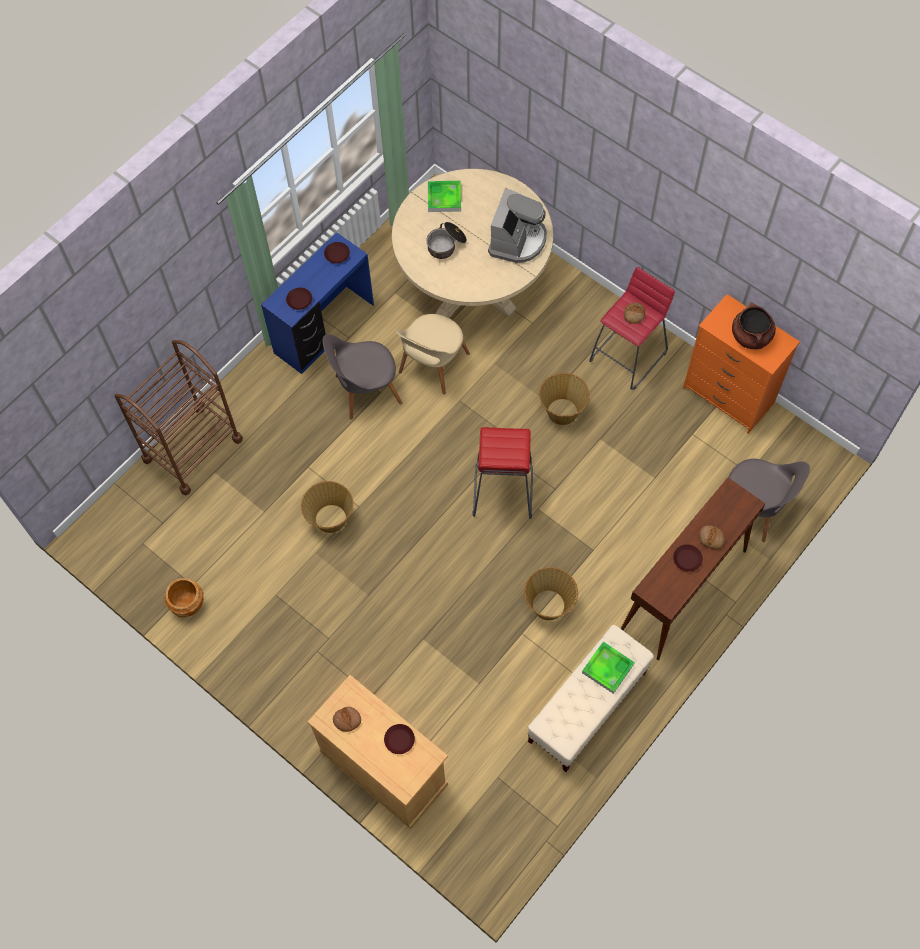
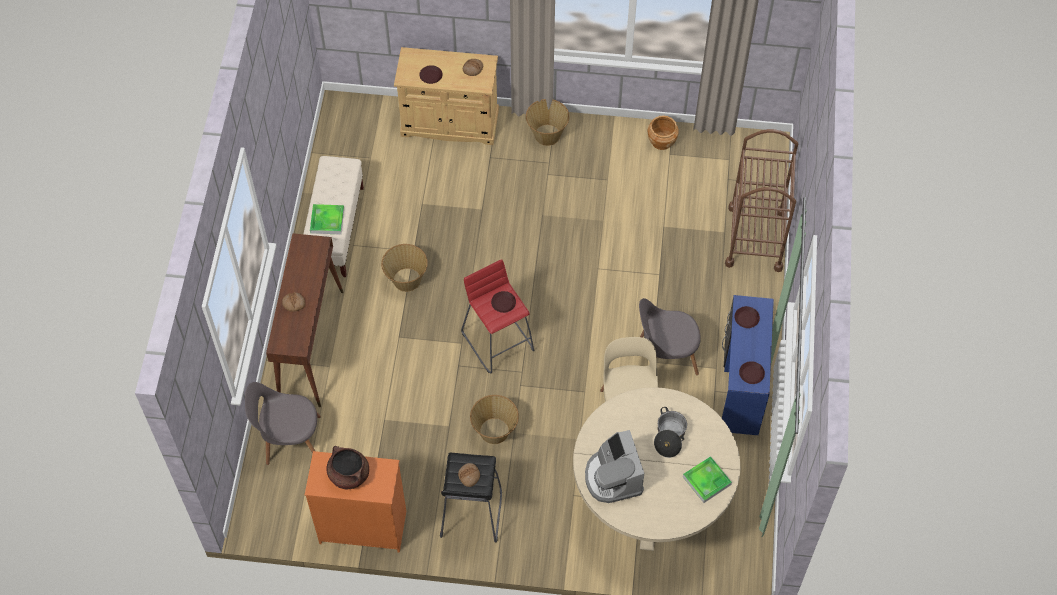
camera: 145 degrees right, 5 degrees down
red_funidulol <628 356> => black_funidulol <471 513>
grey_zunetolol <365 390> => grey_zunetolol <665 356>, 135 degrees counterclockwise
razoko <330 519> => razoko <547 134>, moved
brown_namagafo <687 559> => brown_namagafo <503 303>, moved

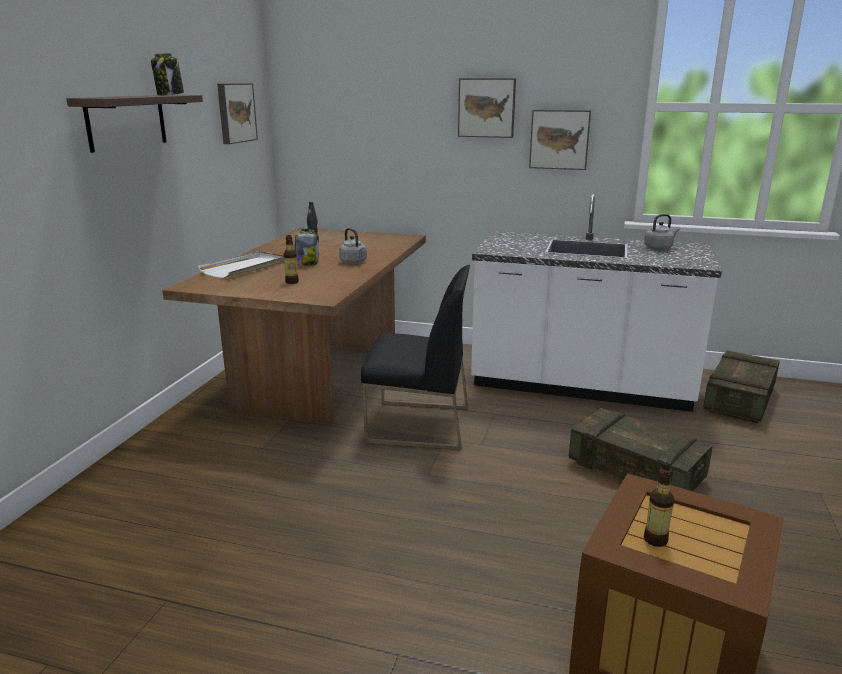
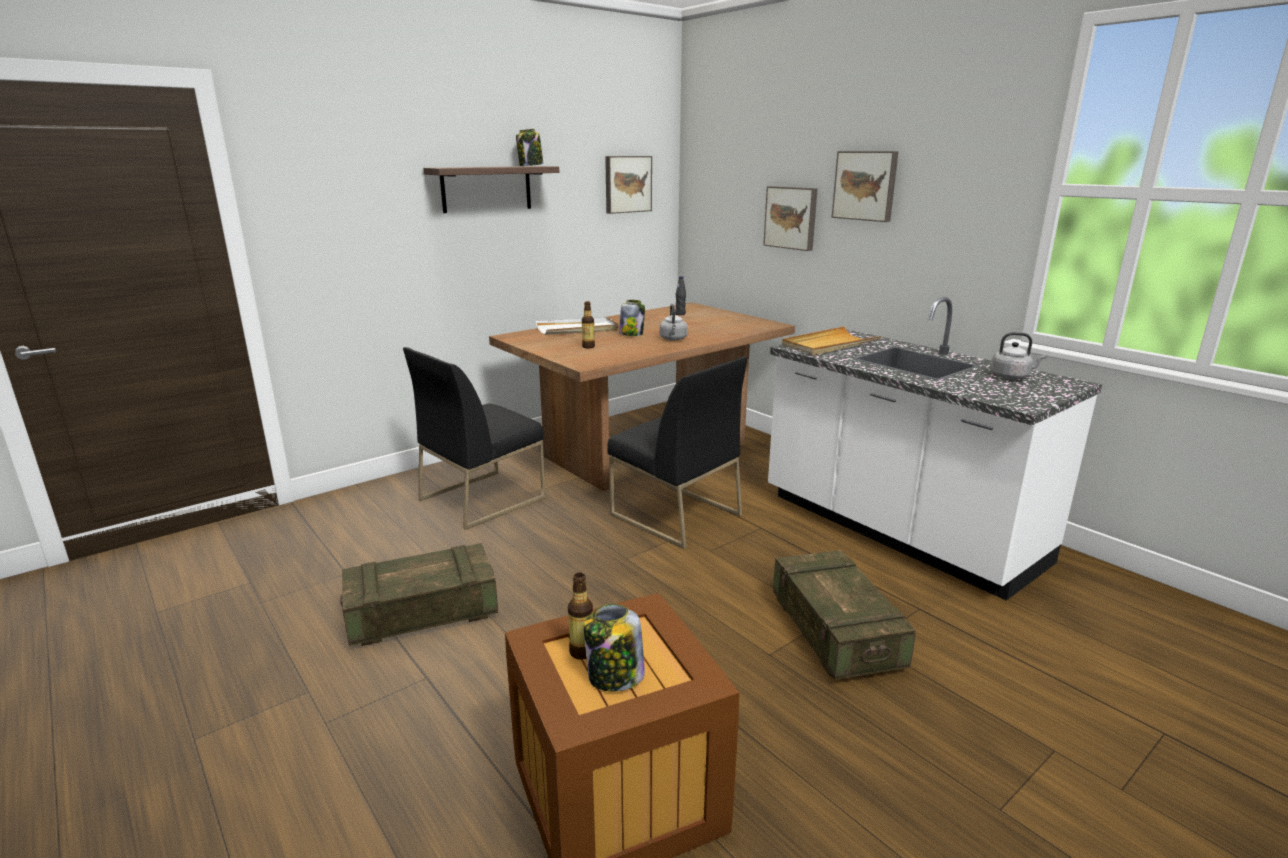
camera: 35 degrees right, 0 degrees up
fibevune <559 139> => fibevune <791 217>, moved
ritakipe <739 400> => ritakipe <422 613>, moved
nothing => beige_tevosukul <829 345>
nothing => black_zunetolol <482 498>
nothing => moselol <614 677>

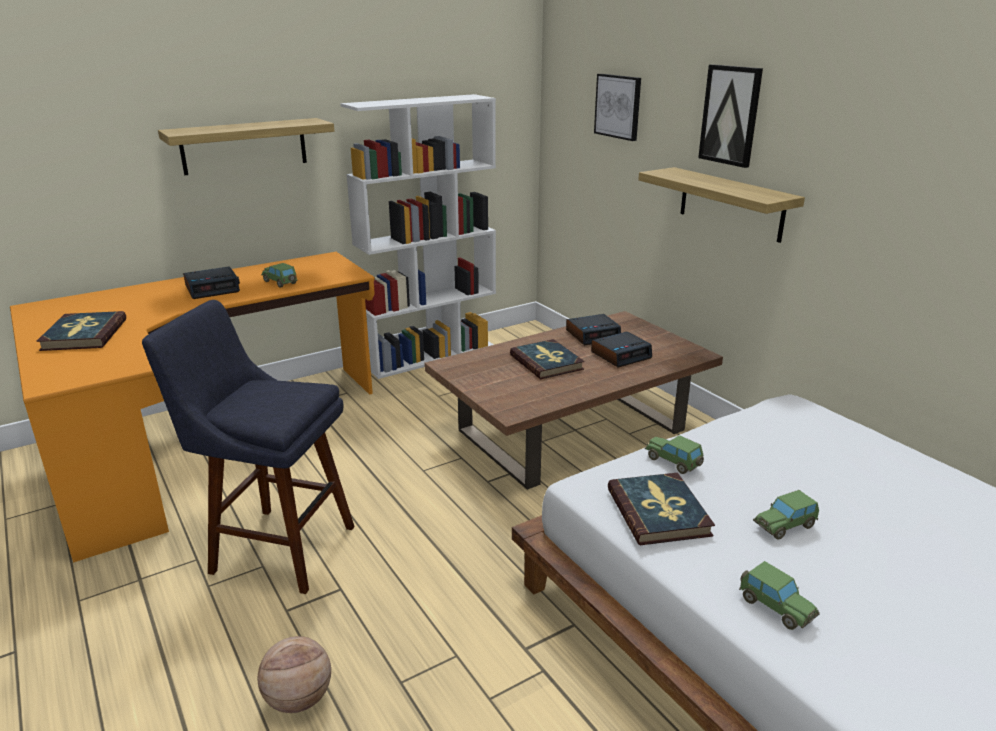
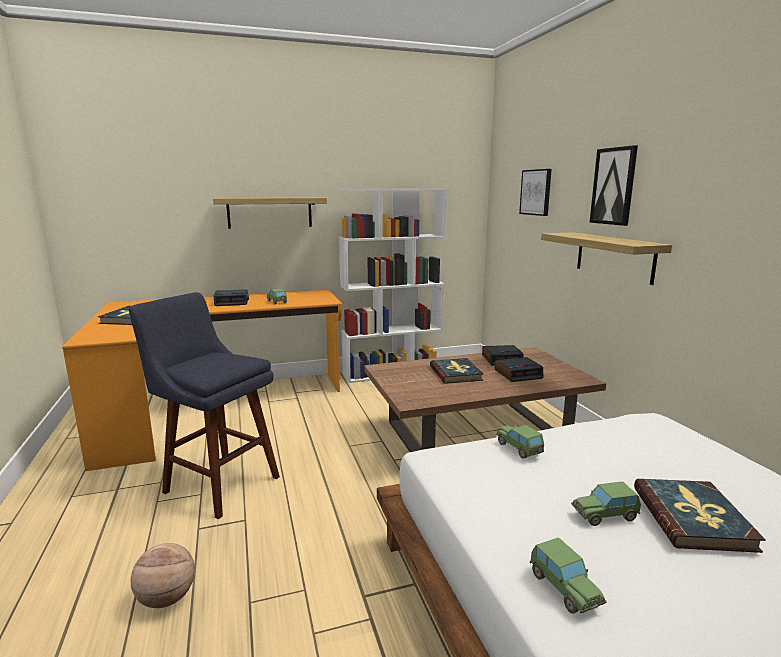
camera: 15 degrees right, 10 degrees down
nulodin <659 512> => nulodin <693 518>, moved

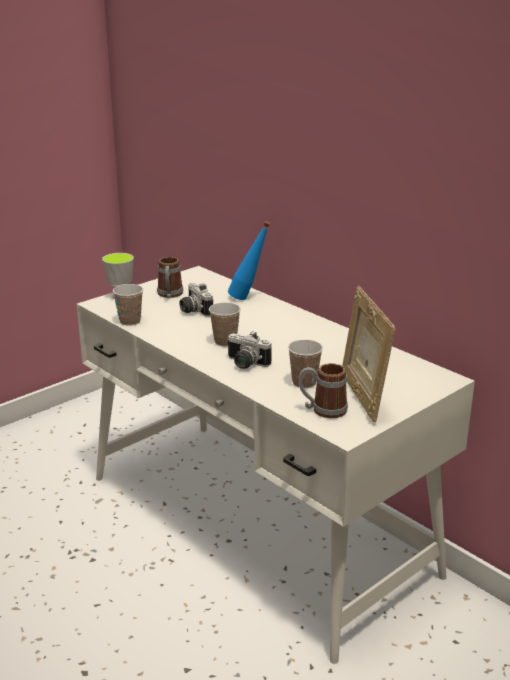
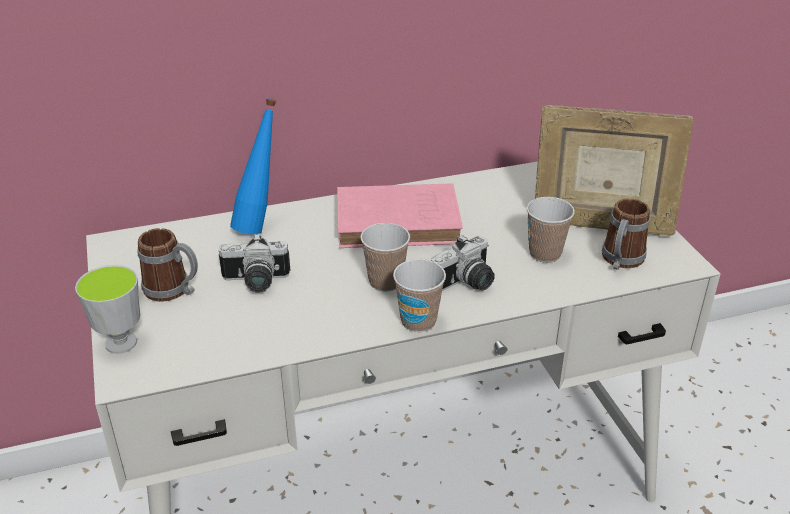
camera: 65 degrees left, 10 degrees up
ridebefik <130 321> => ridebefik <418 321>, moved
nothing => pink_nulodin <401 222>

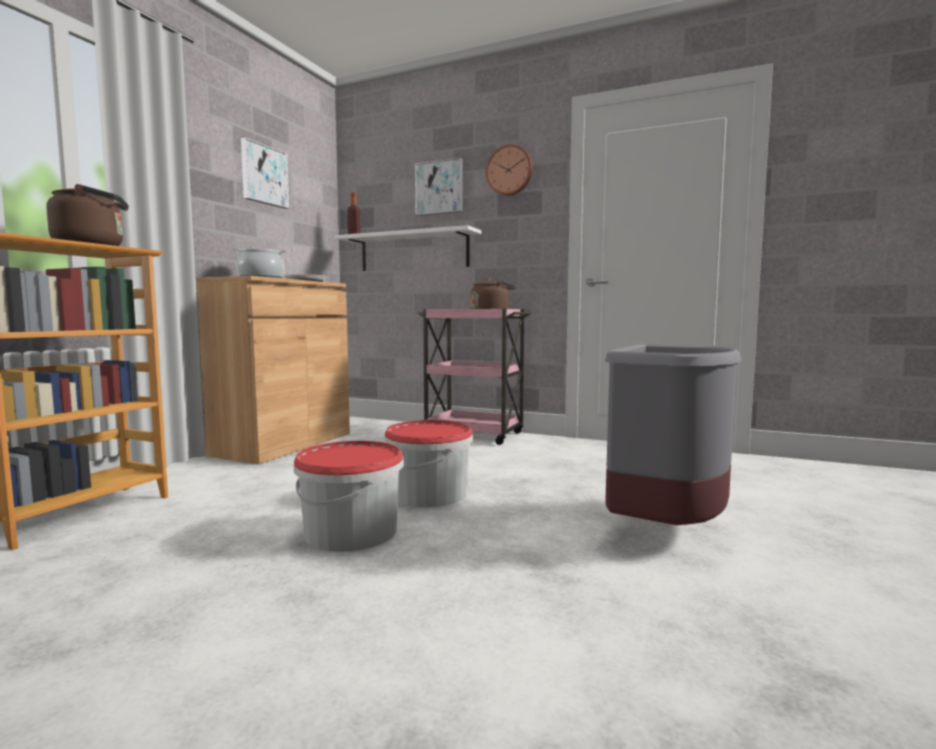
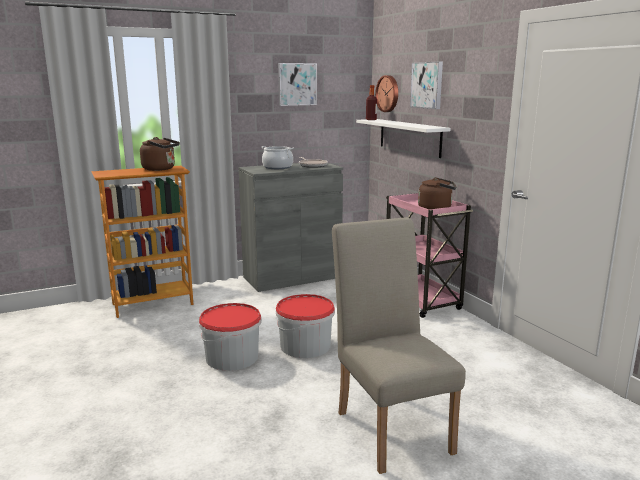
camera: 40 degrees right, 10 degrees up
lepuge <509 171> => lepuge <388 93>, moved
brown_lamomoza <284 444> => grey_lamomoza <292 277>
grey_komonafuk <665 527> => beige_zunetolol <390 426>

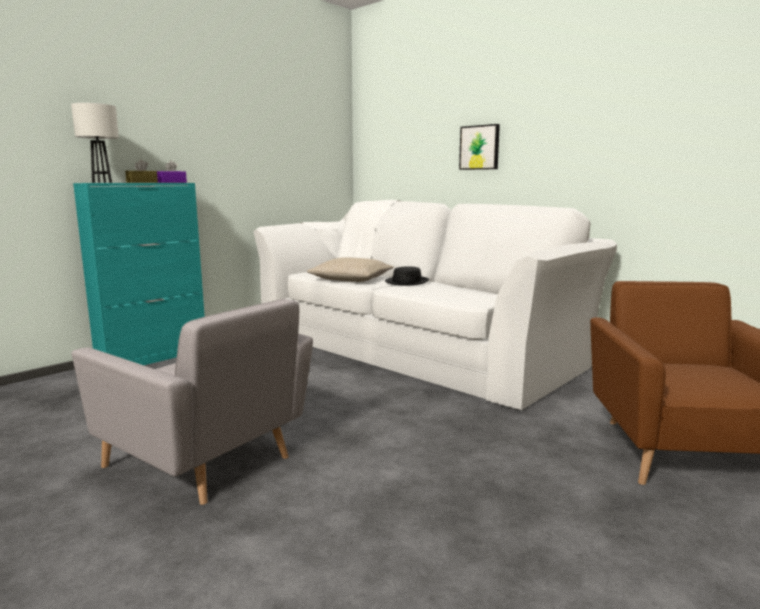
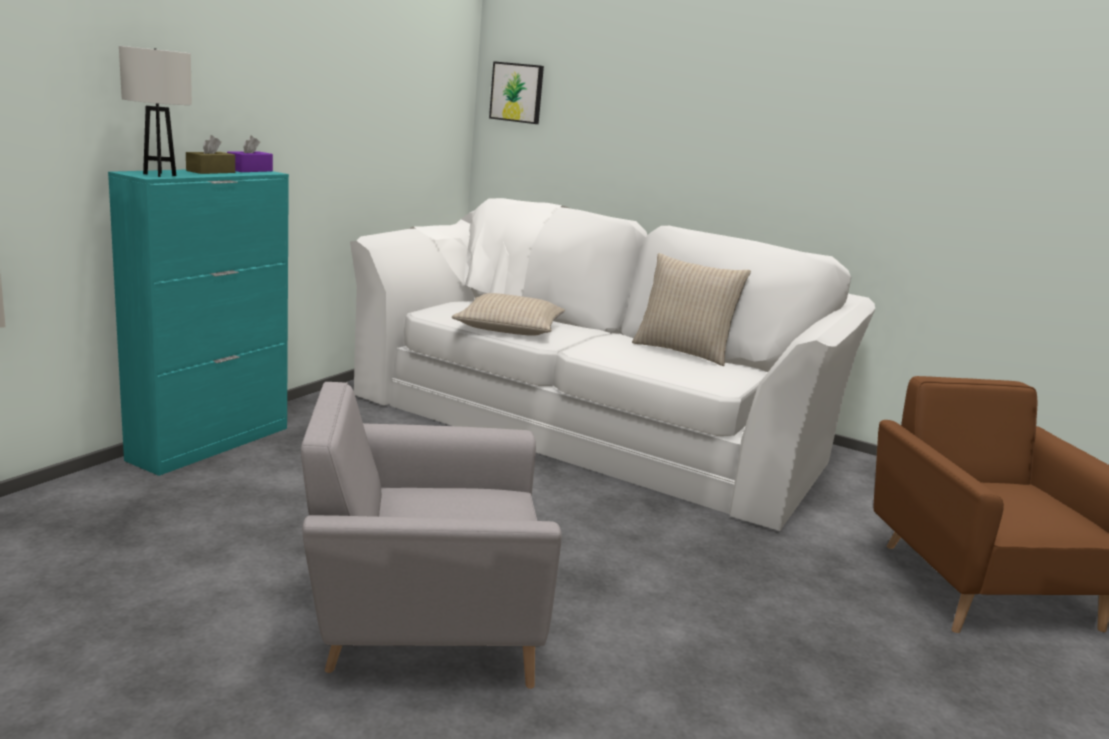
camera: 15 degrees left, 5 degrees up
fibevune <480 147> => fibevune <517 92>, moved
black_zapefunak <406 282> => nothing
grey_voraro <206 460> => grey_voraro <422 625>, 150 degrees clockwise
nothing => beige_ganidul <683 351>

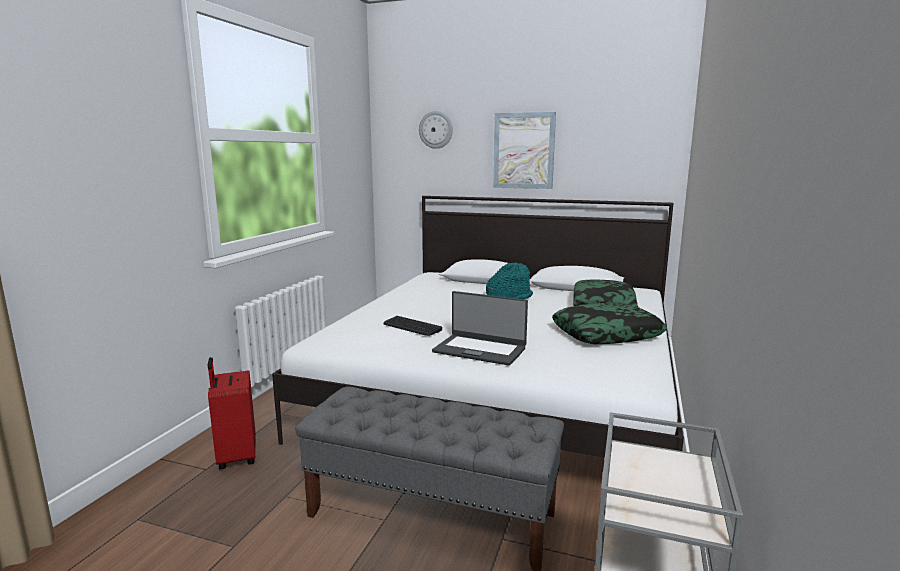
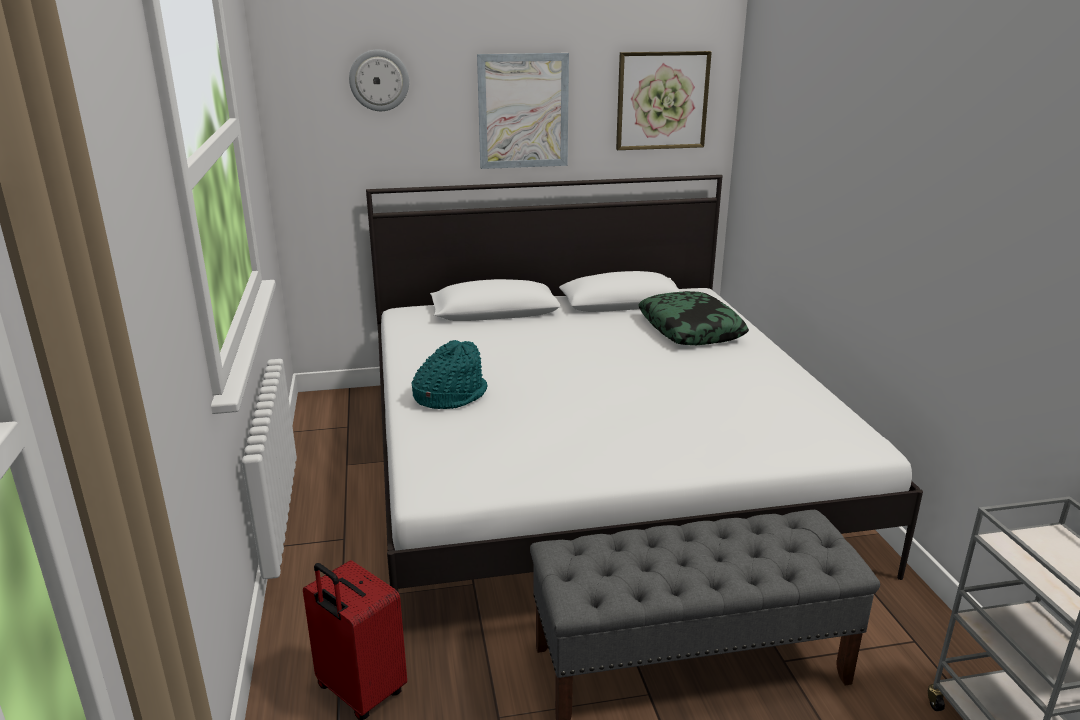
camera: 30 degrees left, 10 degrees up
turquoise_zapefunak <509 297> => turquoise_zapefunak <450 395>, moved
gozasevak <480 350> => nothing
ganidul <606 334> => nothing
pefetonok <412 327> => nothing
nothing => fibevune <662 100>

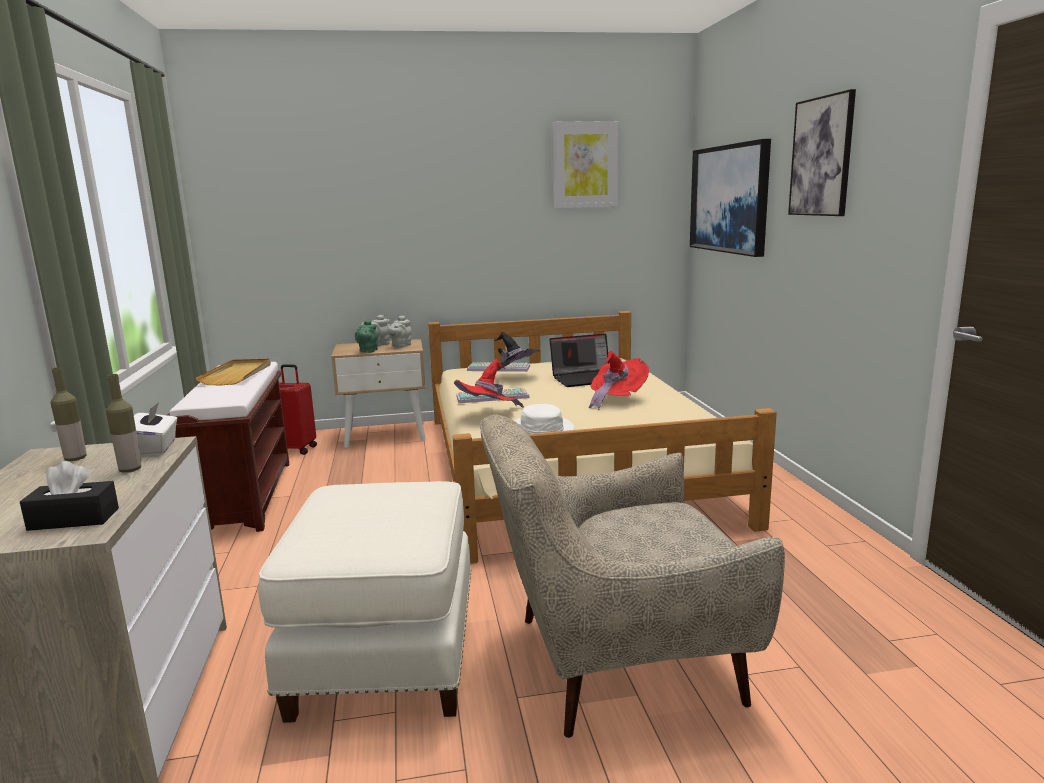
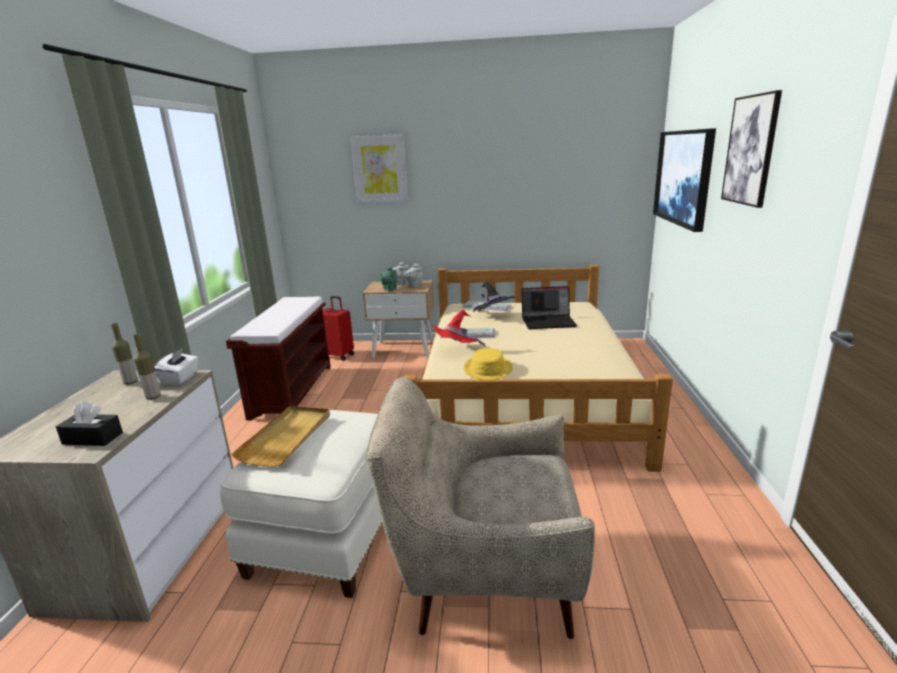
camera: 15 degrees right, 5 degrees up
fibevune <585 165> => fibevune <380 169>, moved
red_zapefunak <616 400> => nothing
beige_tevosukul <237 374> => beige_tevosukul <287 437>, moved
white_zapefunak <541 429> => yellow_zapefunak <487 369>

